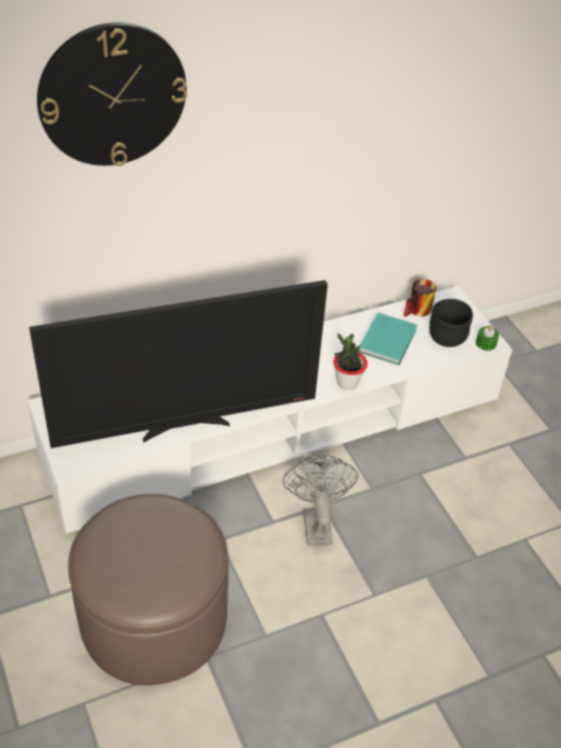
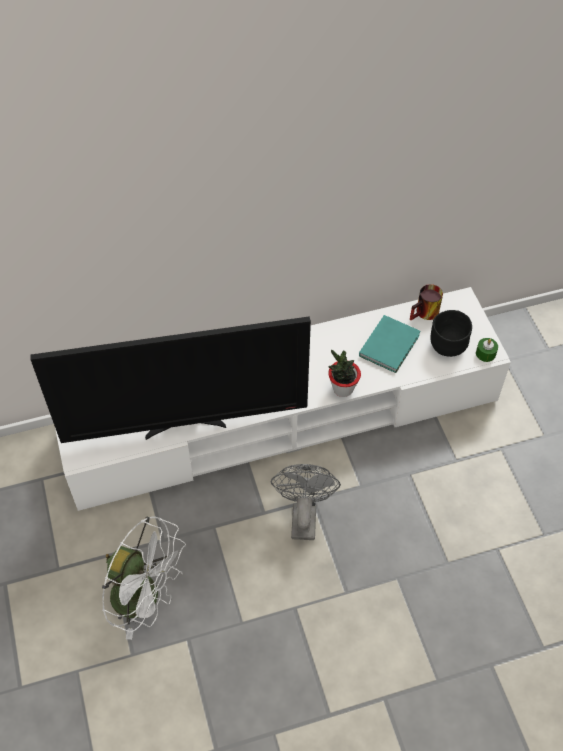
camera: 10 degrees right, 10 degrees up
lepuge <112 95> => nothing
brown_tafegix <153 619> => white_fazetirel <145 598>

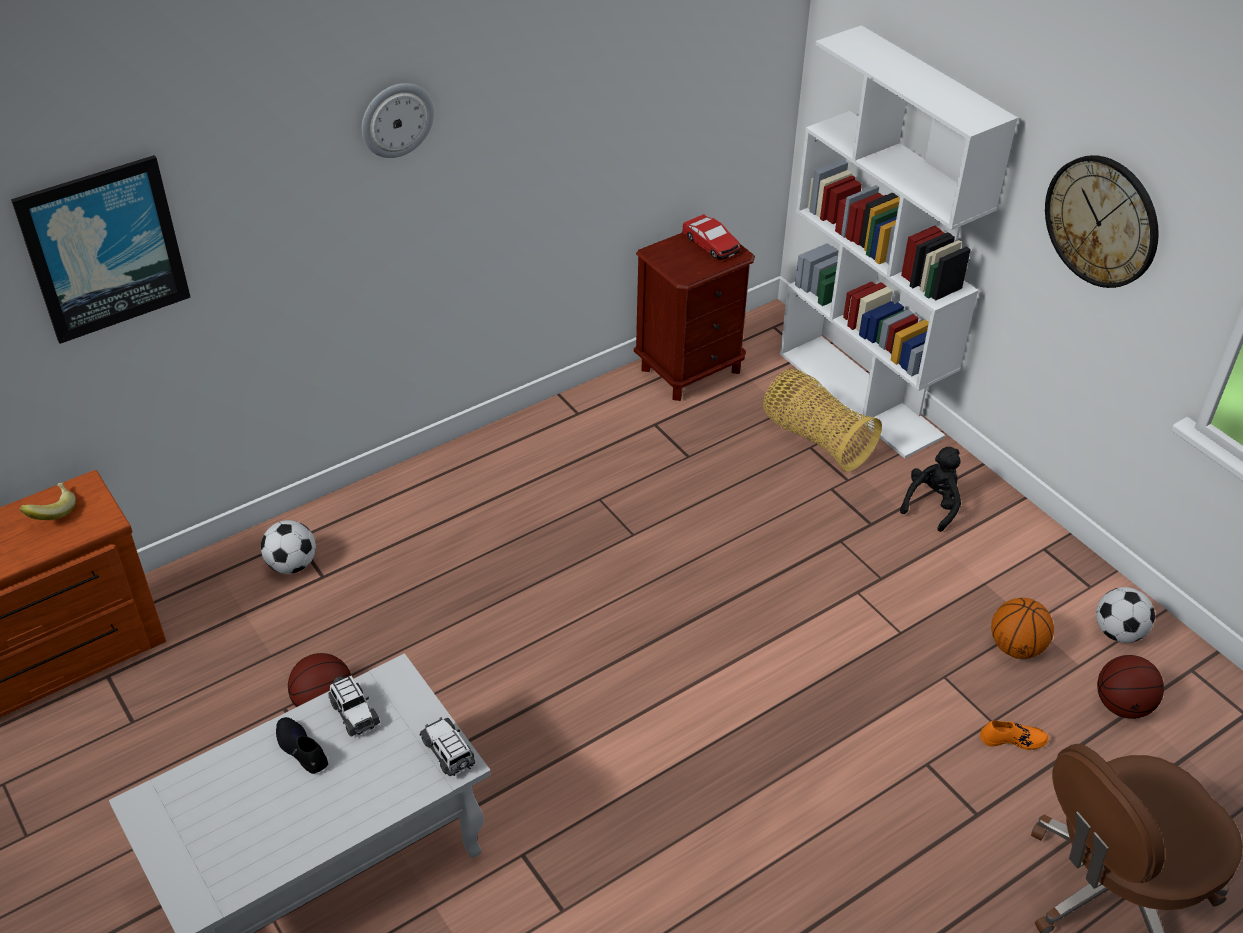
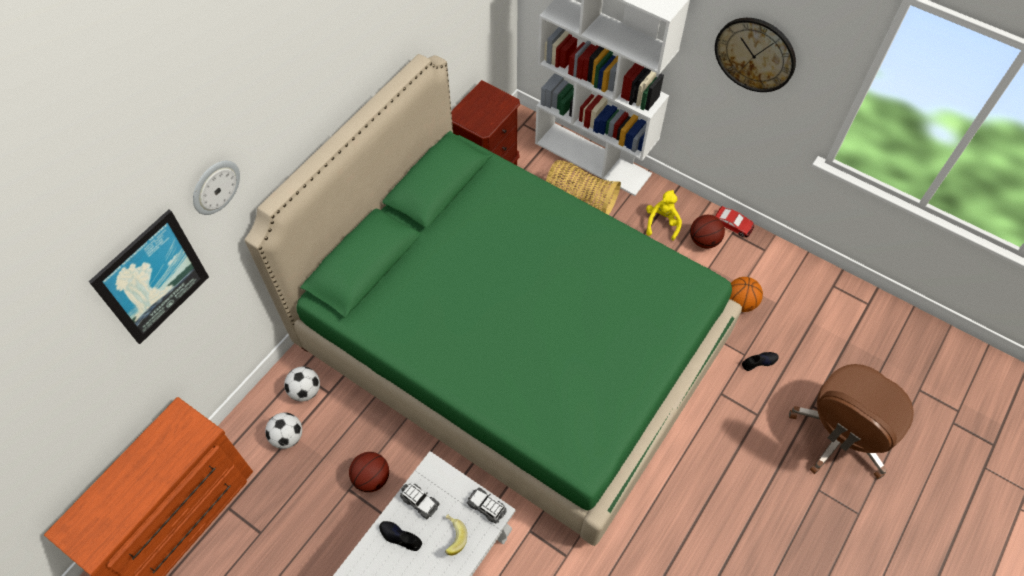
camera: 20 degrees left, 15 degrees up
lepuge <396 119> => lepuge <215 186>, moved
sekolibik <711 244> => sekolibik <733 225>, moved
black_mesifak <932 505> => yellow_mesifak <662 223>
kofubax <51 511> => kofubax <452 537>, moved
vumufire <1118 632> => vumufire <287 437>, moved
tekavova <1122 705> => tekavova <704 241>, moved
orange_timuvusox <1012 739> => black_timuvusox <759 362>
nothing => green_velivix <511 345>

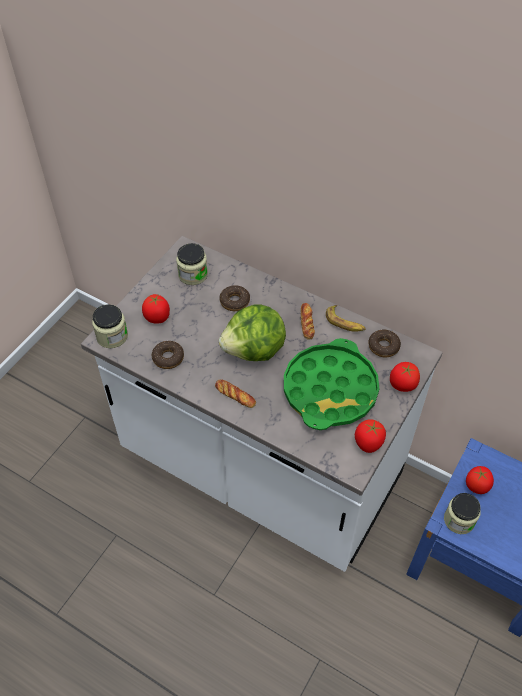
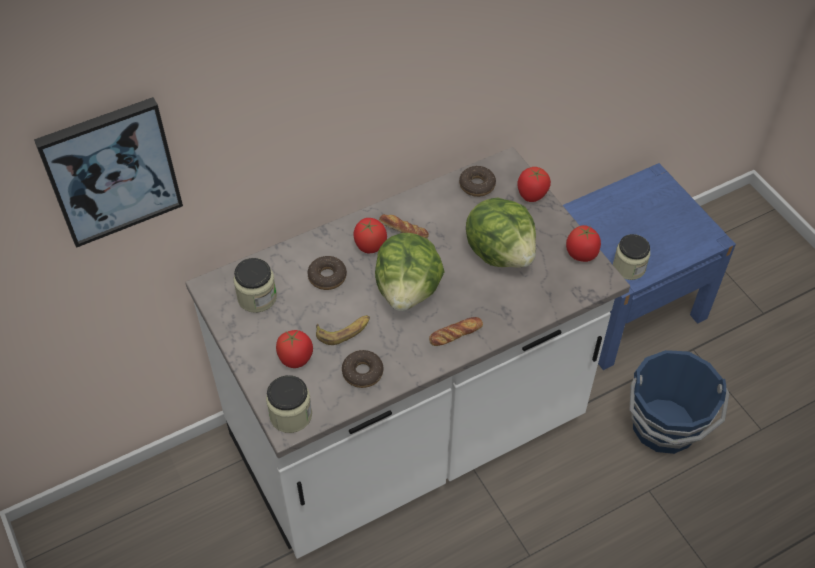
camera: 60 degrees left, 0 degrees up
kofubax <344 322> => kofubax <344 331>, moved
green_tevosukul <330 390> => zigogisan <501 252>
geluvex <476 485> => geluvex <370 246>, moved
nothing => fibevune <111 171>
nothing => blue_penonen <665 427>

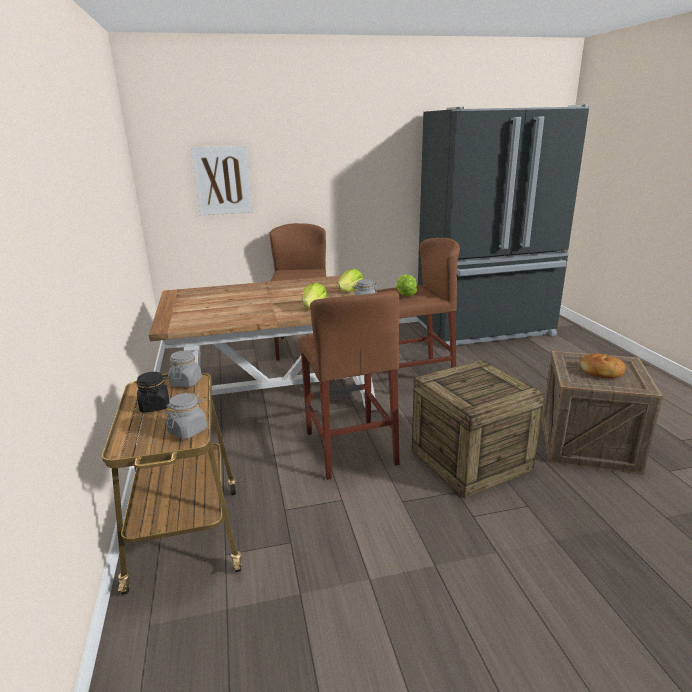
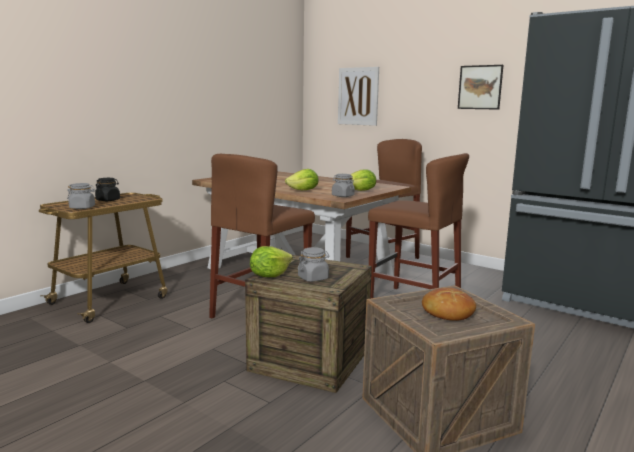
camera: 50 degrees right, 10 degrees down
zigogisan <405 295> => zigogisan <269 275>, moved
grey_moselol <186 382> => grey_moselol <313 278>, moved
nothing => fibevune <480 87>

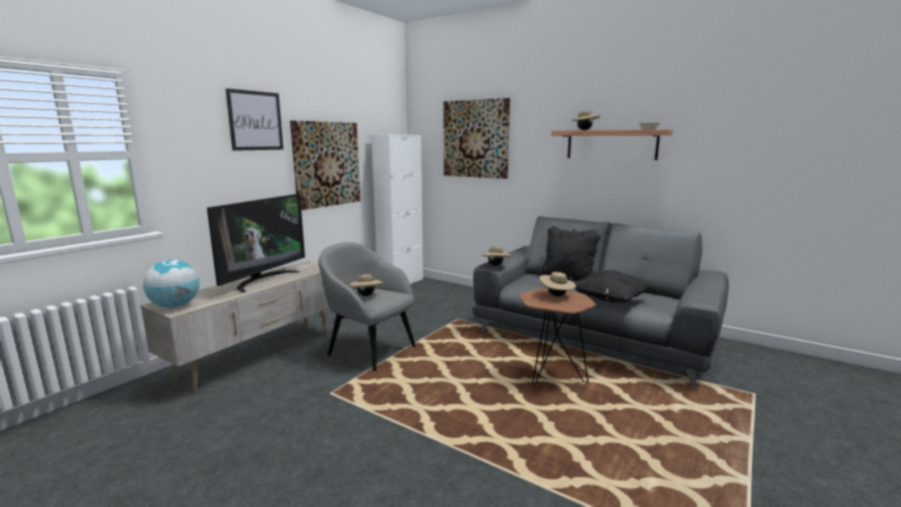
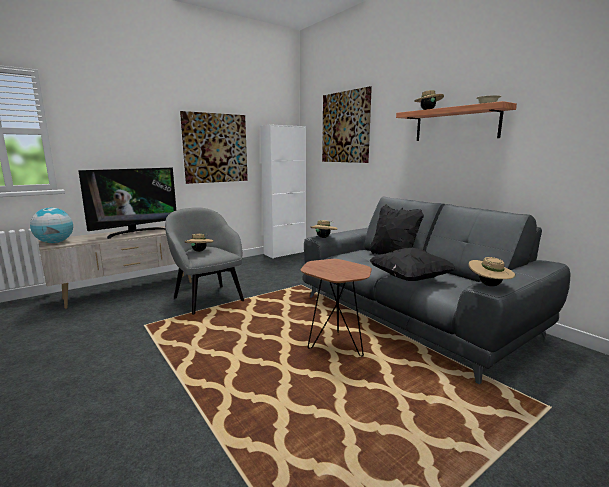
camera: 20 degrees right, 0 degrees up
fibevune <255 121> => nothing
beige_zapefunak <556 296> => beige_zapefunak <489 285>, moved

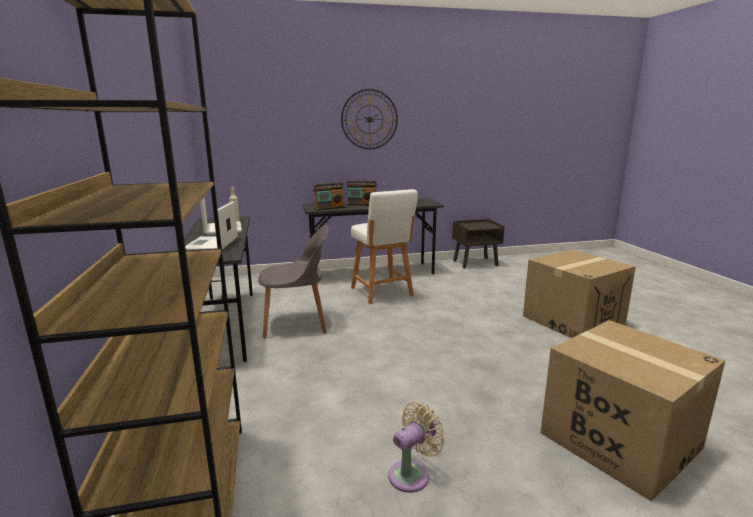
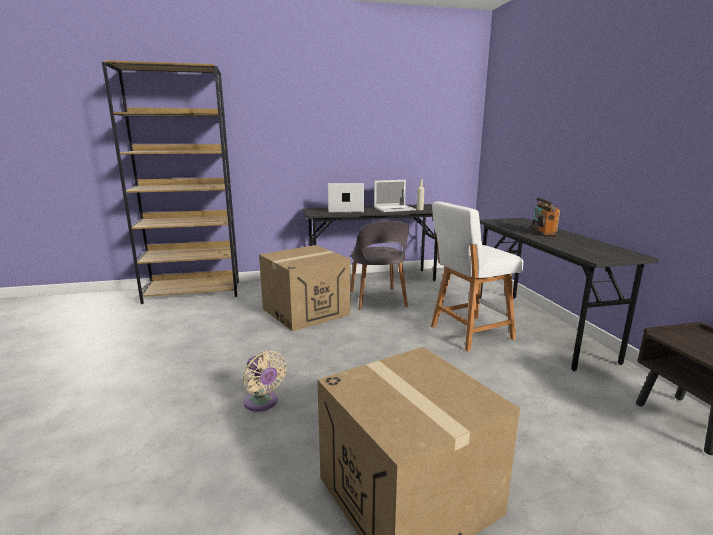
camera: 90 degrees right, 0 degrees up
lepuge <369 119> => nothing
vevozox <329 208> => nothing
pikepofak <619 440> => pikepofak <306 311>, moved
beige_fazetirel <412 474> => beige_fazetirel <262 403>, moved

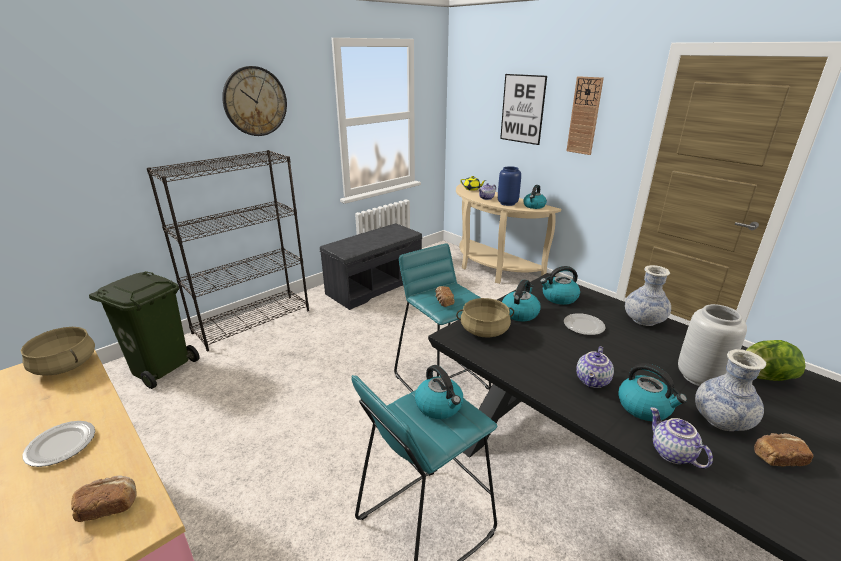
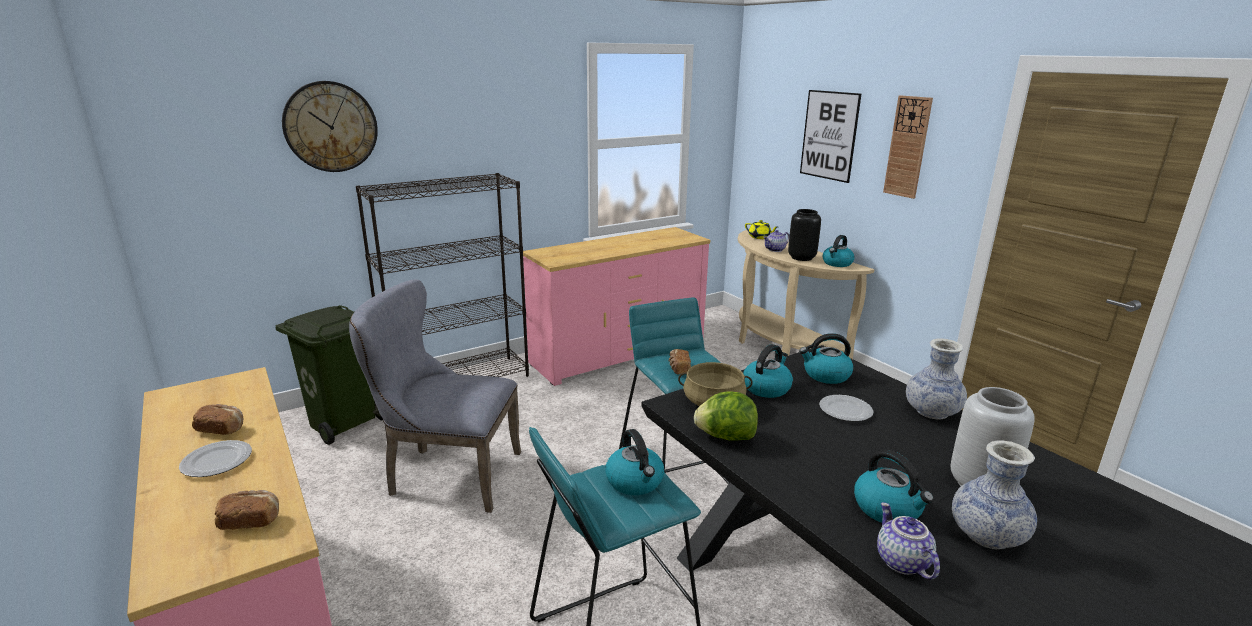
camera: 10 degrees right, 5 degrees down
lepuge <255 101> => lepuge <330 127>, moved
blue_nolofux <507 203> => black_nolofux <801 258>
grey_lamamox <374 286> => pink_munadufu <618 354>
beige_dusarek <66 365> => nothing
zigogisan <764 377> => zigogisan <725 437>, moved
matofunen <593 381> => nothing
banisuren <777 458> => banisuren <221 429>, moved
nothing => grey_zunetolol <446 475>

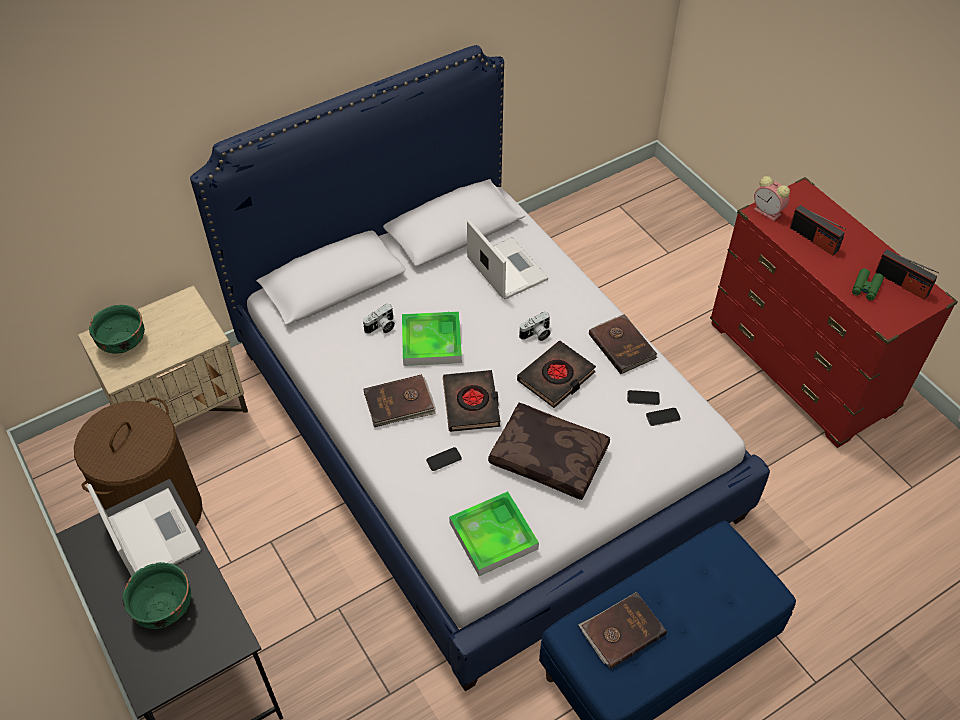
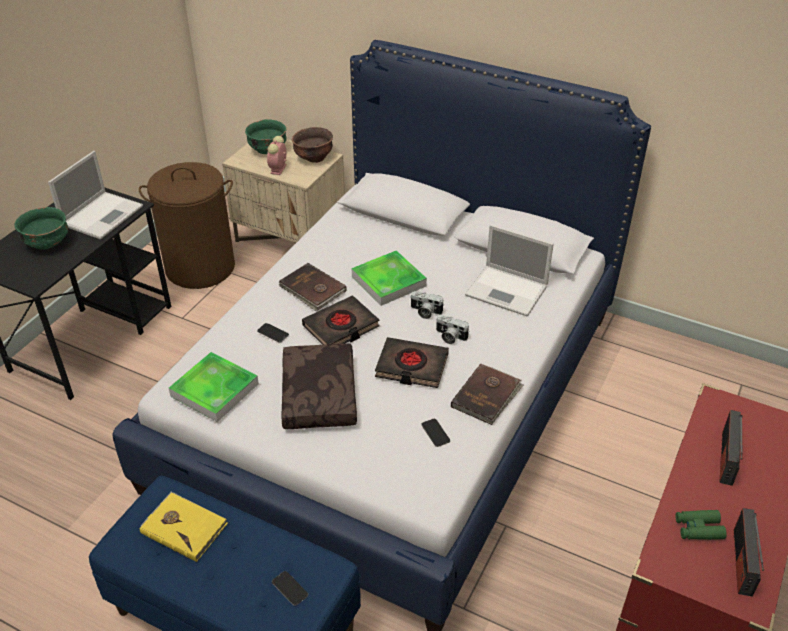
camera: 60 degrees right, 10 degrees down
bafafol <768 212> => bafafol <278 169>, moved
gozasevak <506 268> => gozasevak <508 291>, 90 degrees clockwise
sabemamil <381 327> => sabemamil <425 312>, moved
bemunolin <663 417> => bemunolin <290 588>, moved
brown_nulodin <621 631> => yellow_nulodin <184 527>
nothing => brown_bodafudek <314 158>

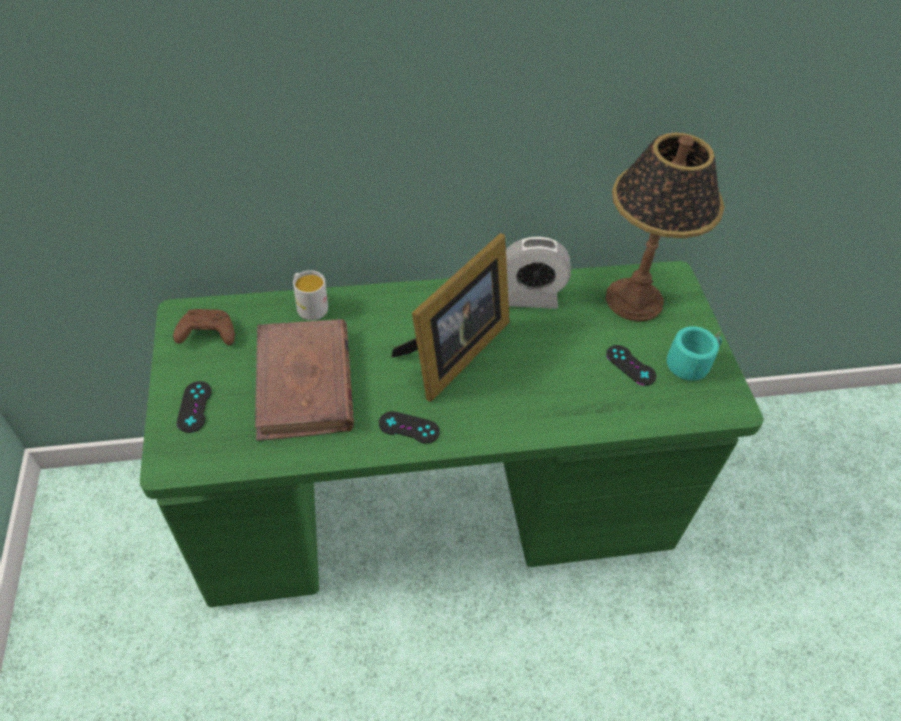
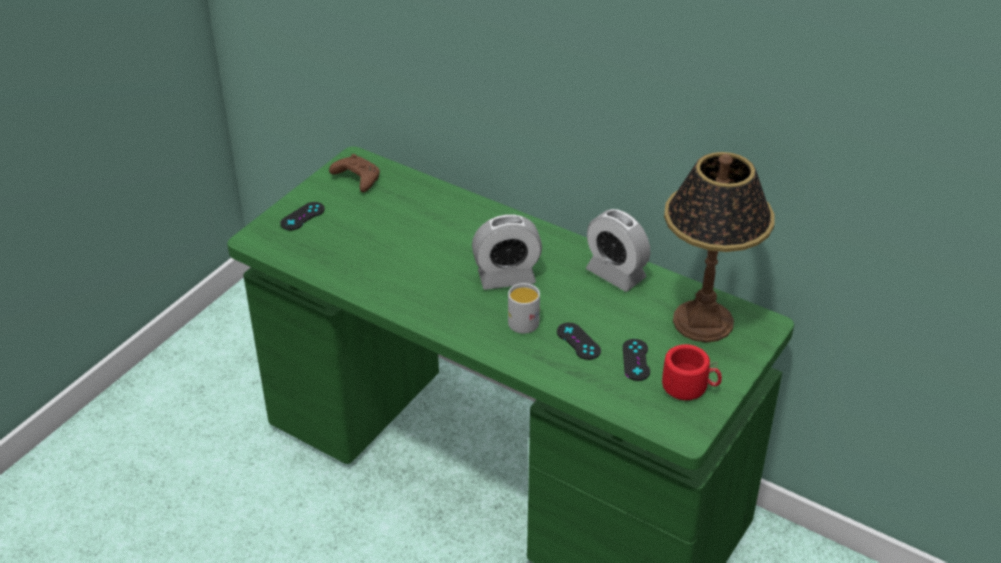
camera: 45 degrees right, 10 degrees down
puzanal <452 353> => bafafol <506 277>
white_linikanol <309 305> => white_linikanol <523 319>, moved
brown_nulodin <304 383> => nothing
turquoise_linikanol <689 362> => red_linikanol <690 386>
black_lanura <409 427> => black_lanura <578 341>, moved

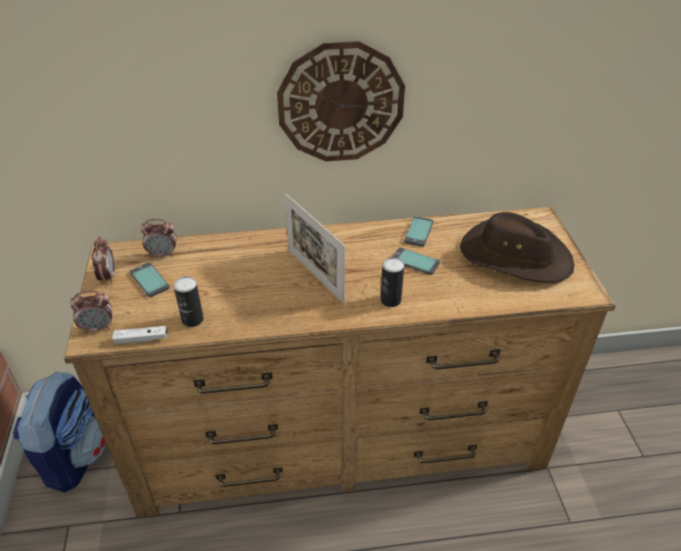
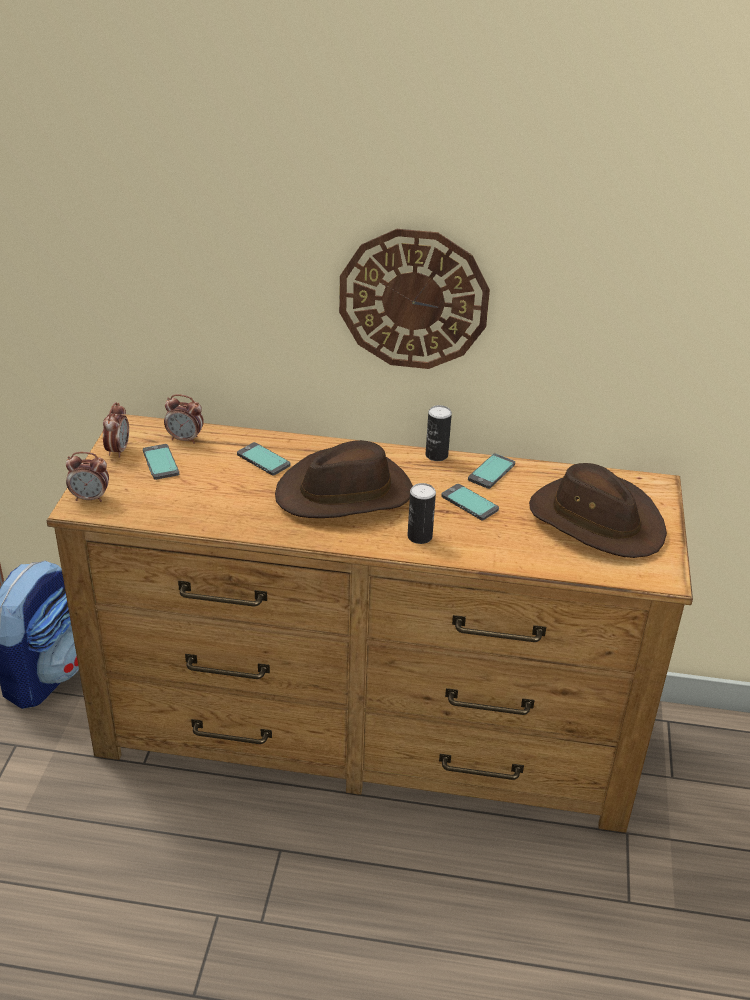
camera: 15 degrees right, 5 degrees down
puzanal <315 275> => brown_zapefunak <345 493>
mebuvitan <192 320> => mebuvitan <436 455>, moved
white_lanura <141 339> => nothing
nothing => bemunolin <263 460>

